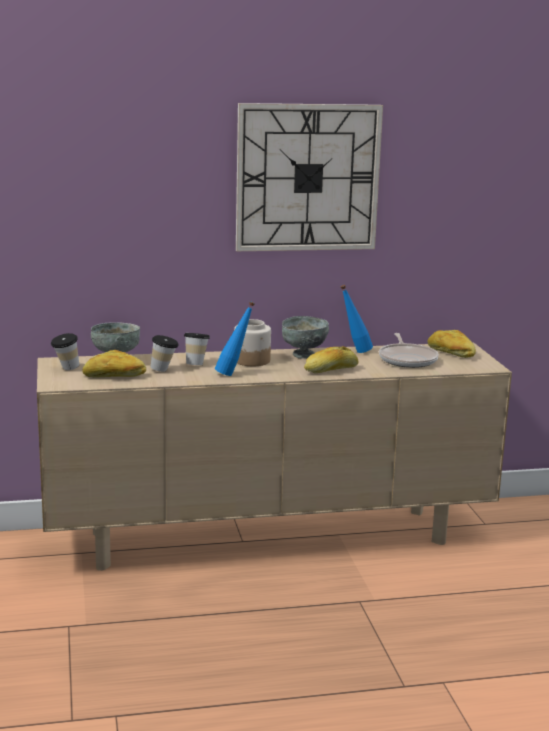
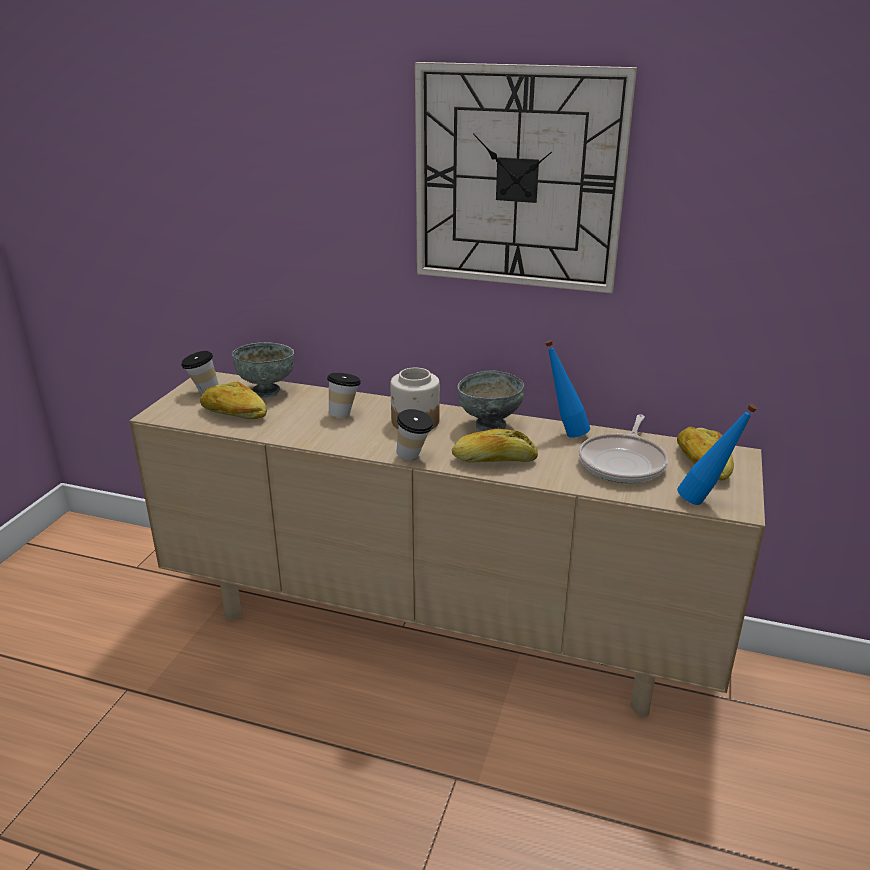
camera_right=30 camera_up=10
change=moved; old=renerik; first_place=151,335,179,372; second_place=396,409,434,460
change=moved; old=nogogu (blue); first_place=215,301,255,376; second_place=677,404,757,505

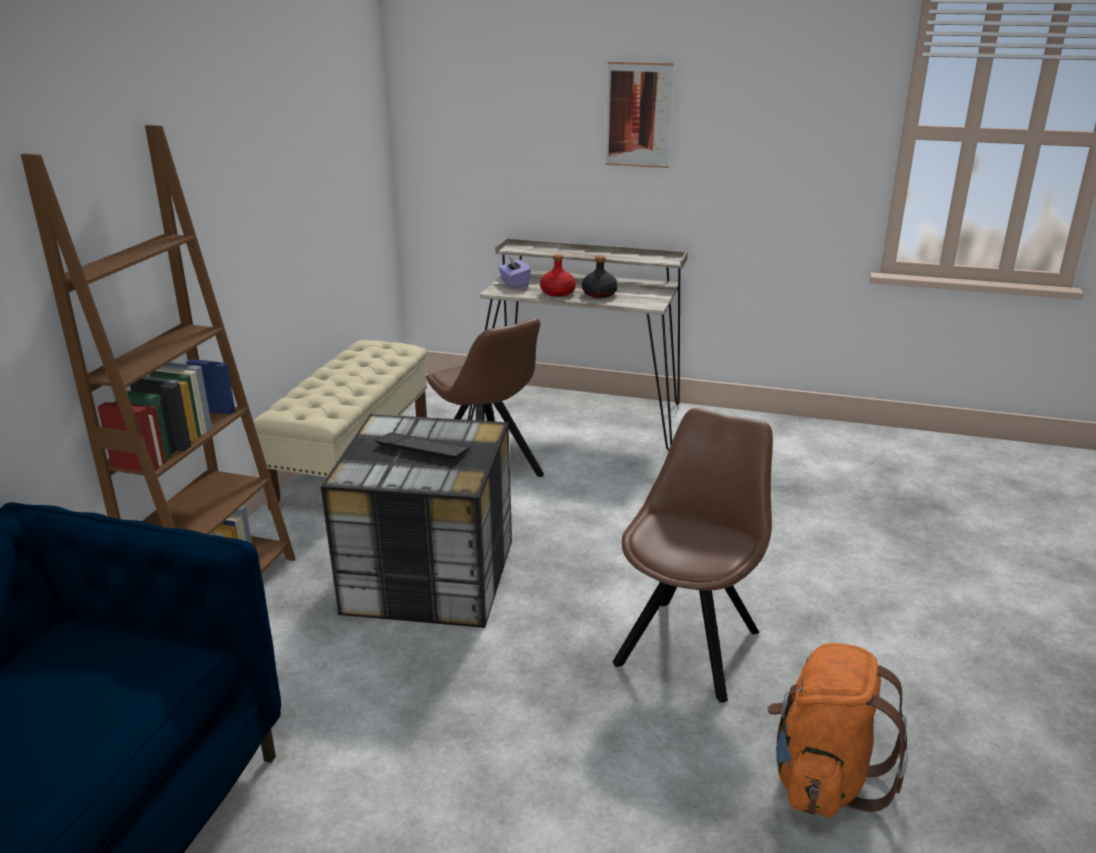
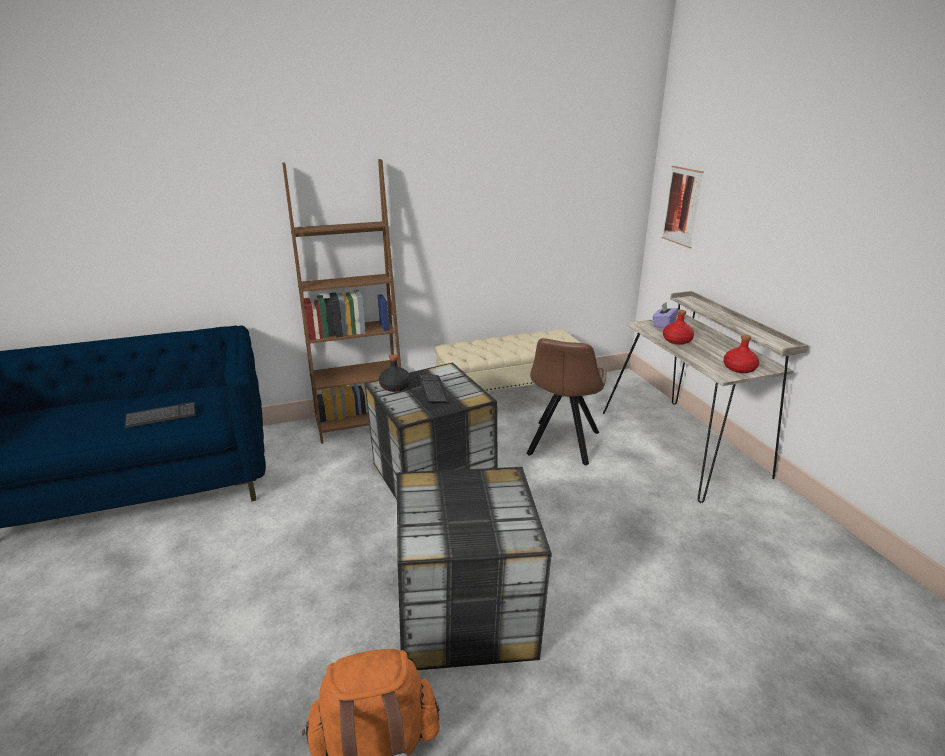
camera_right=55 camera_up=0
change=added; new=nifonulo; second_place=125,402,196,428
change=added; new=nogogu (red); second_place=723,335,759,373
change=moved; old=nogogu (black); first_place=582,256,618,298; second_place=379,354,411,392
change=moved; old=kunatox; first_place=605,62,674,168; second_place=662,166,704,248
change=replaced; old=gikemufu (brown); new=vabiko; first_place=613,408,773,703; second_place=397,467,552,670

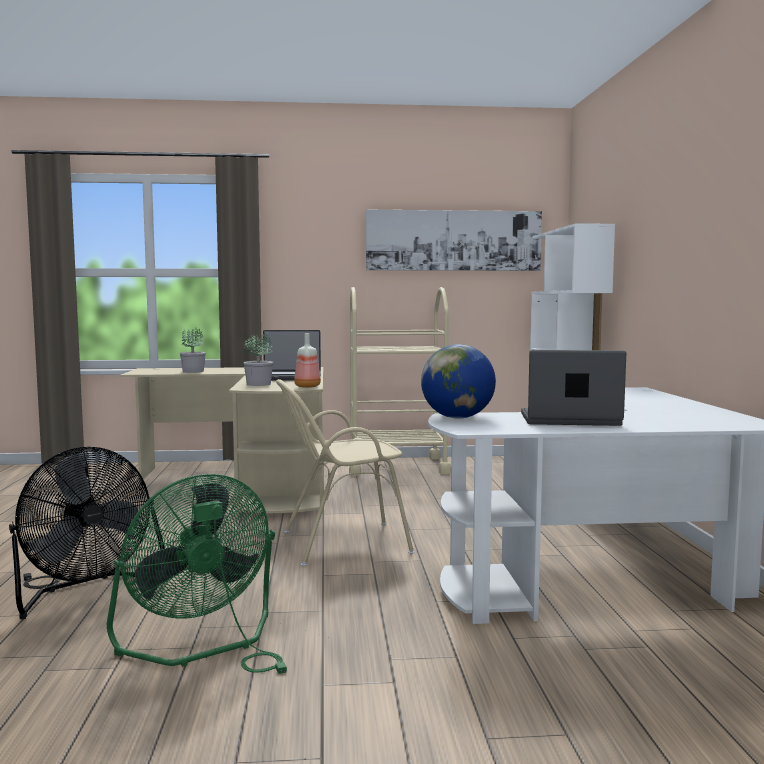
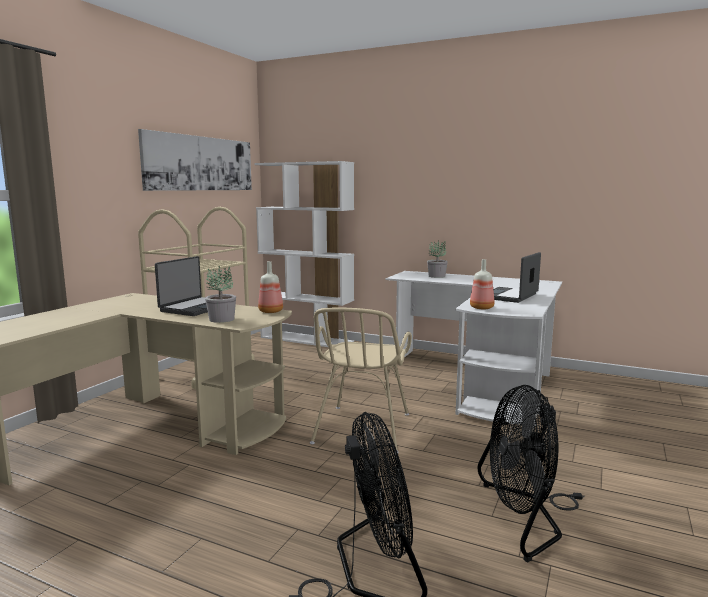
camera_right=-60 camera_up=5
change=moved; old=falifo; first_place=180,327,206,373; second_place=427,240,448,278
change=replaced; old=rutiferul; new=nogogu; first_place=421,344,496,418; second_place=470,259,494,309
change=recoloured; old=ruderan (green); new=ruderan (black); first_place=107,474,287,674; second_place=478,385,585,563

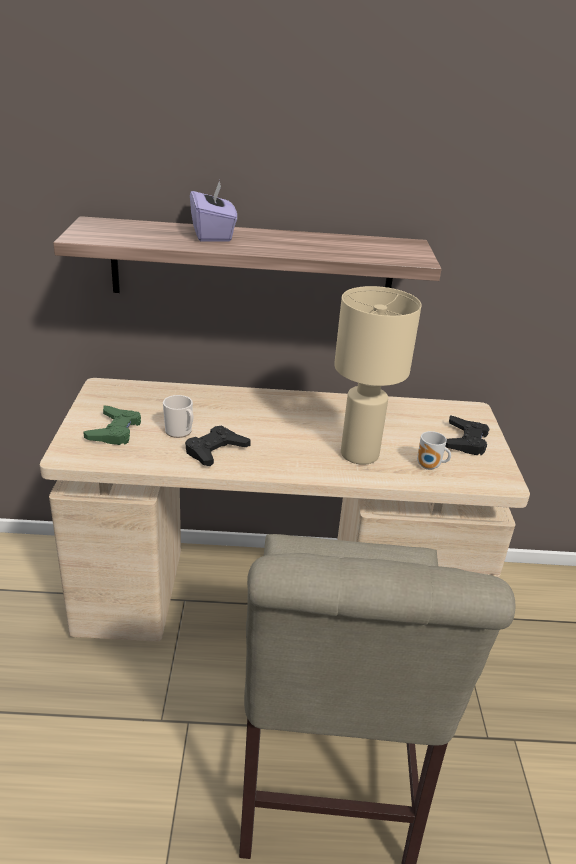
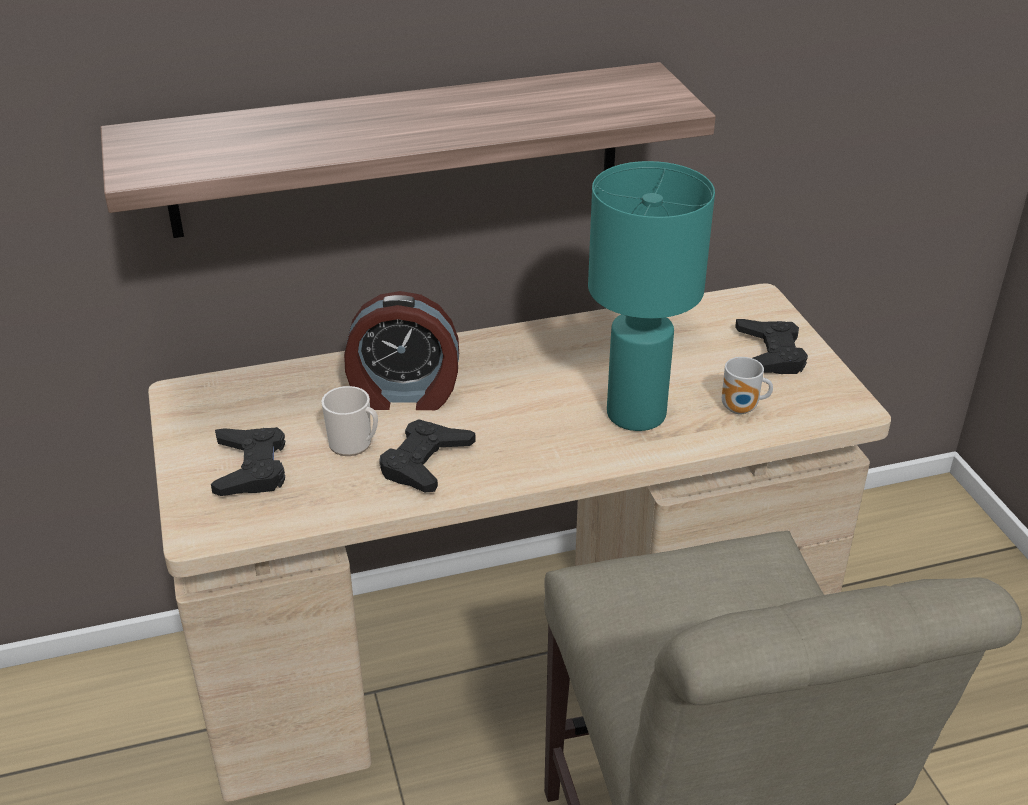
camera_right=-15 camera_up=5
change=removed; old=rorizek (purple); first_place=190,180,237,242
change=added; new=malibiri; second_place=344,291,459,410
change=recoloured; old=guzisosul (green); new=guzisosul (black); first_place=83,405,141,445; second_place=211,427,285,496
change=recoloured; old=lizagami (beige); new=lizagami (turquoise); first_place=334,286,422,465; second_place=588,161,715,431

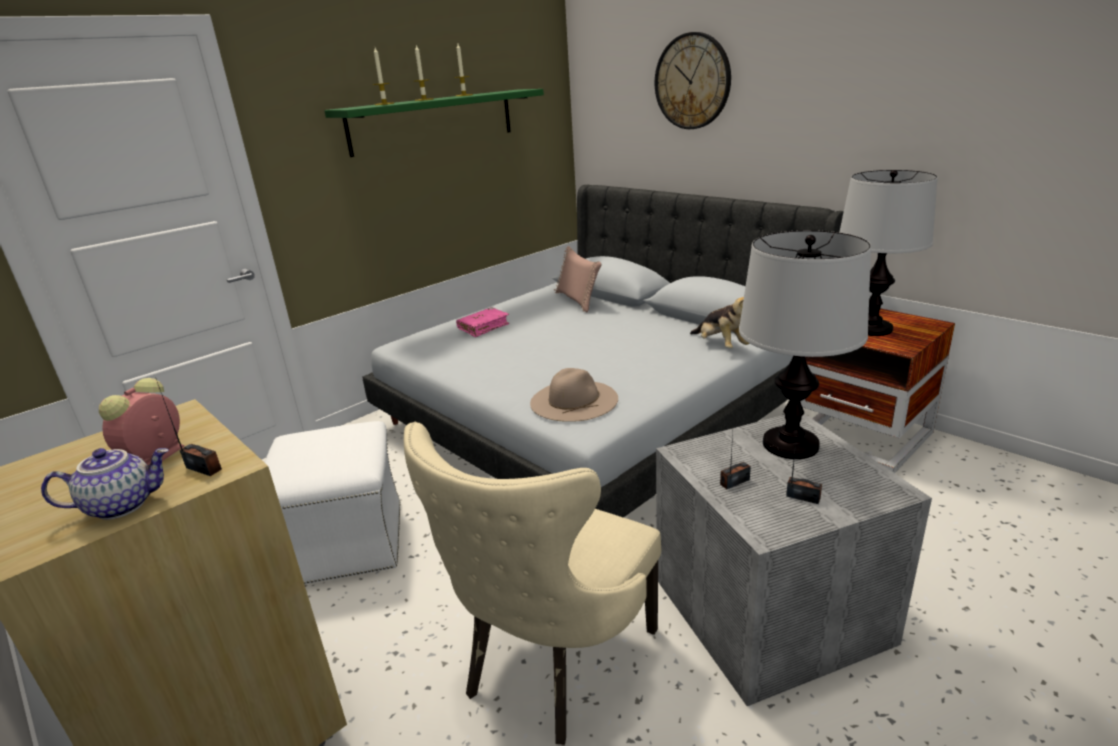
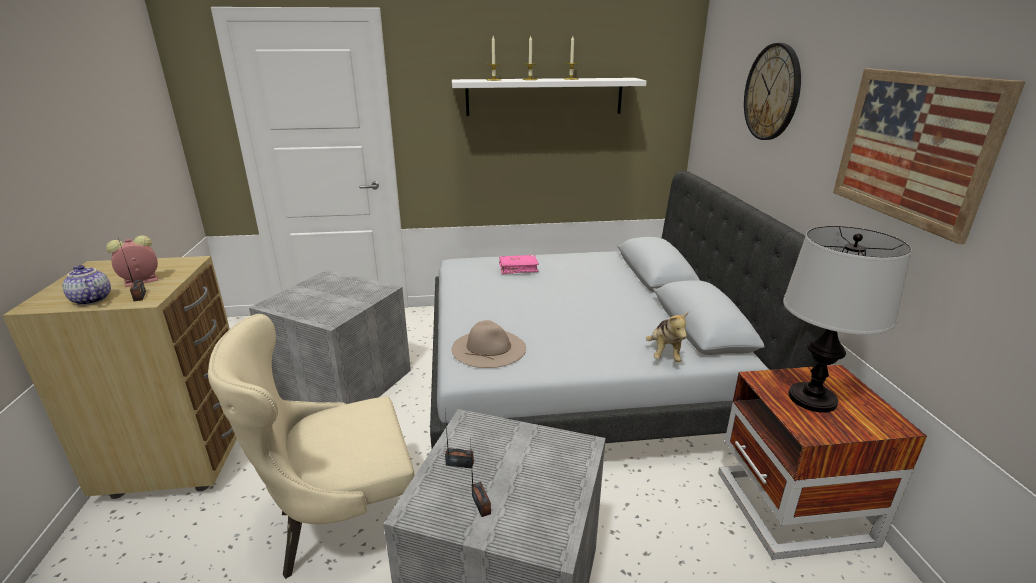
camera_right=35 camera_up=0
change=removed; old=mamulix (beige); first_place=554,246,602,312
change=removed; old=lizagami; first_place=739,230,871,459
change=added; new=kunatox; second_place=833,68,1026,244
change=replaced; old=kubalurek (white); new=vabiko (grey); first_place=264,421,400,584; second_place=249,270,411,404
change=recoloured; old=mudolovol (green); new=mudolovol (white); first_place=324,89,544,157; second_place=452,78,647,116
change=turned; old=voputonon; first_place=41,448,169,520; second_place=62,265,111,305; degrees=-150

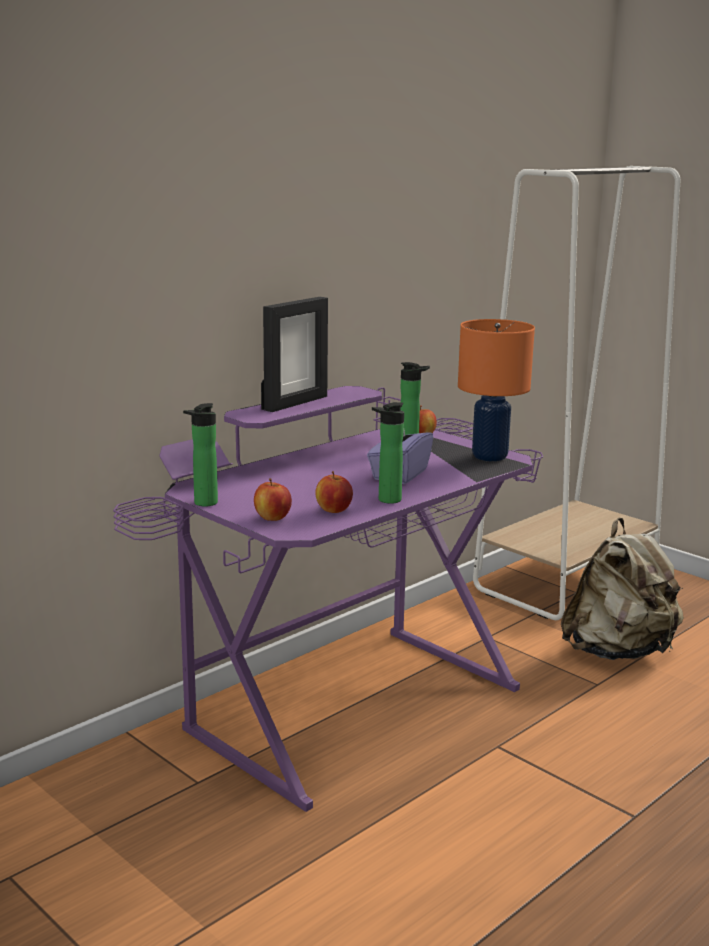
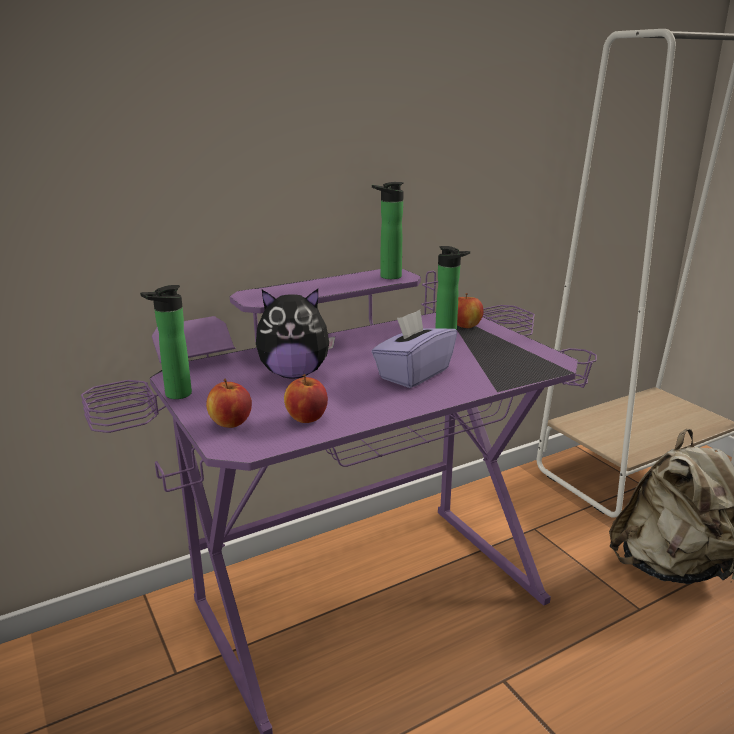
camera_right=15 camera_up=5
change=removed; old=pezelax; first_place=261,297,328,412
change=removed; old=lizagami (orange); first_place=458,319,535,461
change=added; new=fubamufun; second_place=256,289,335,379
change=moved; old=nogogu; first_place=372,402,404,504; second_place=372,182,404,279

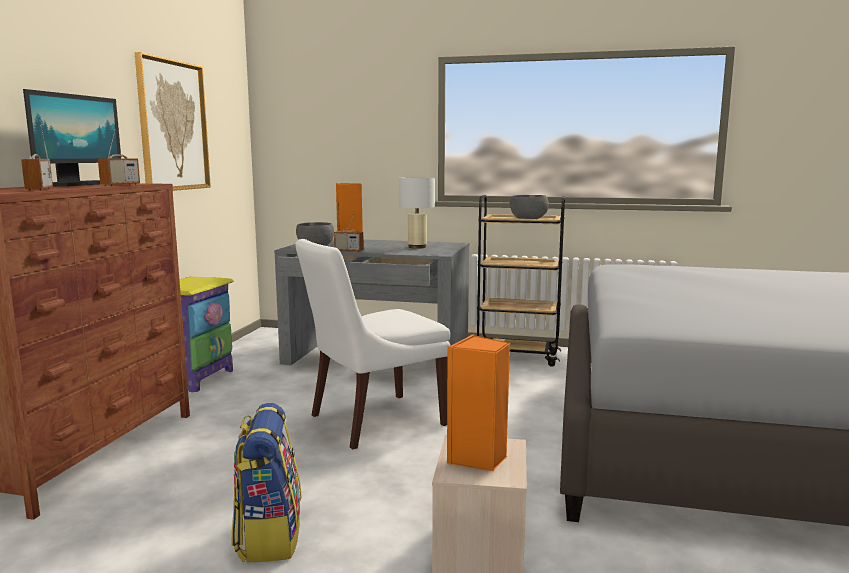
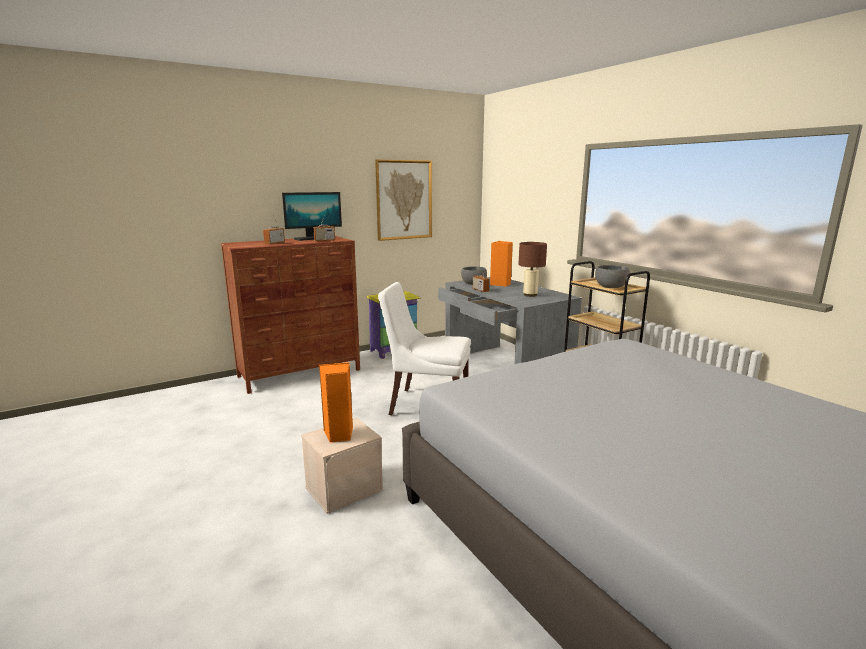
camera_right=45 camera_up=5
change=removed; old=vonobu; first_place=232,403,301,562
change=recoloured; old=lizagami (white); new=lizagami (brown); first_place=399,177,435,249; second_place=519,242,547,297

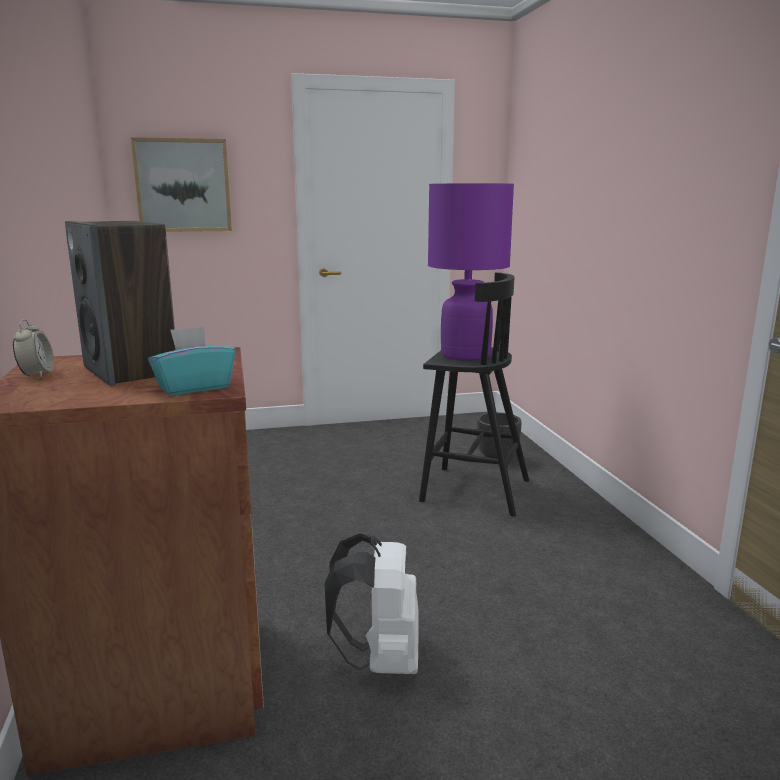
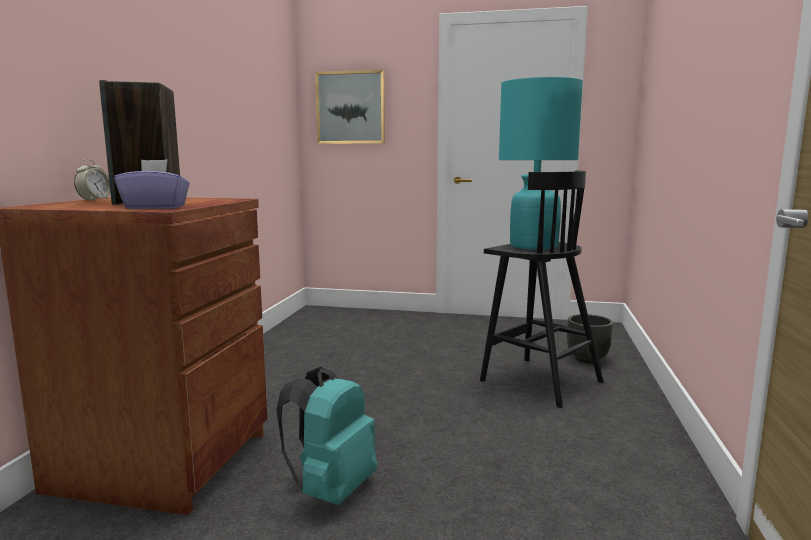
camera_right=25 camera_up=-5
change=recoloured; old=rorizek (turquoise); new=rorizek (purple); first_place=148,326,236,396; second_place=114,159,190,209
change=recoloured; old=vonobu (white); new=vonobu (turquoise); first_place=324,533,419,674; second_place=276,367,377,505
change=recoloured; old=lizagami (purple); new=lizagami (turquoise); first_place=428,183,514,361; second_place=499,77,583,250

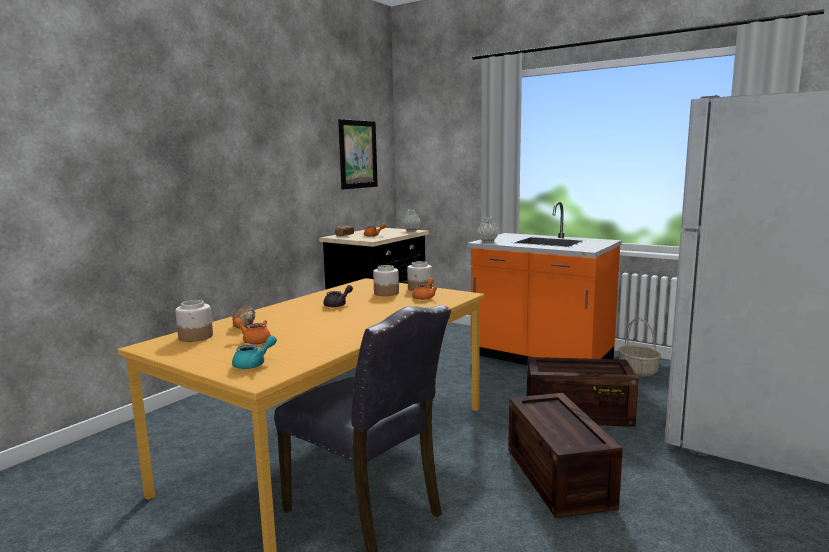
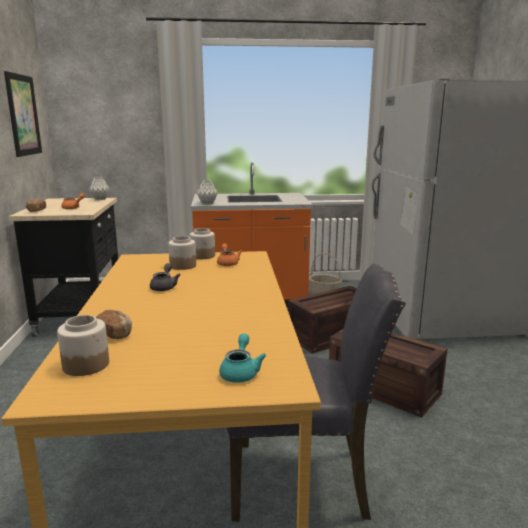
camera_right=-40 camera_up=5
change=removed; old=voputonon (orange); first_place=233,318,271,344

